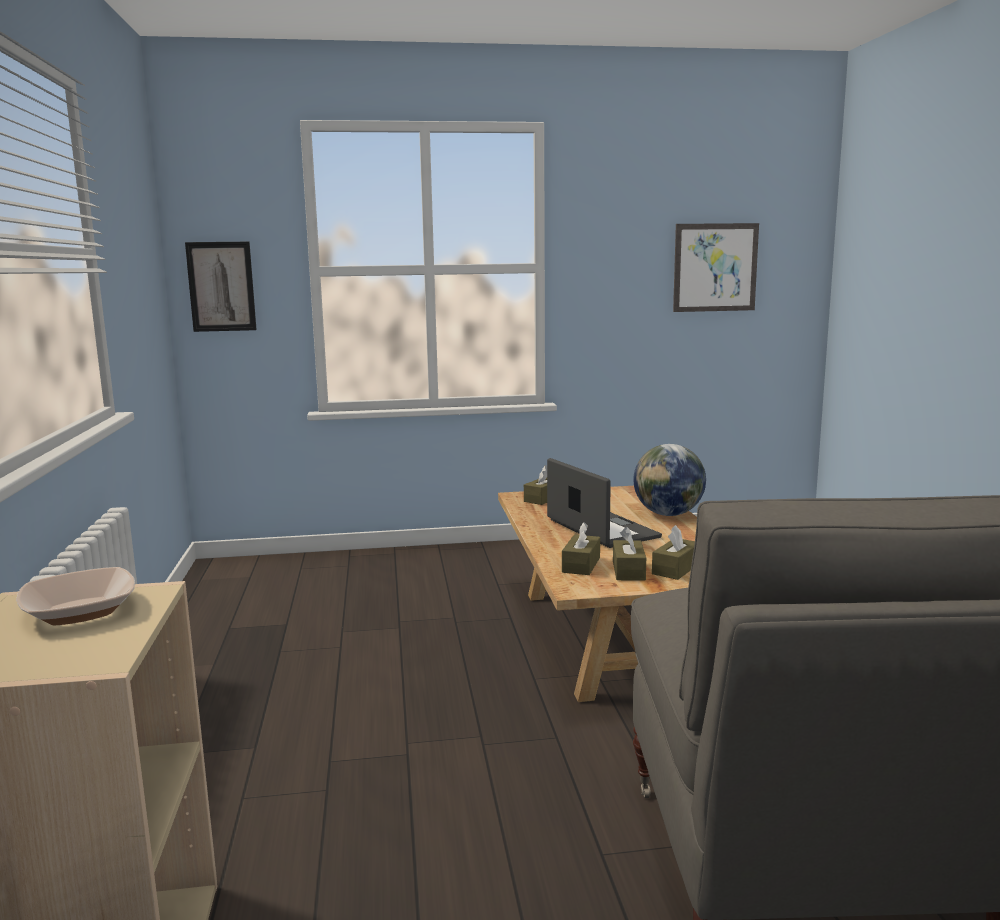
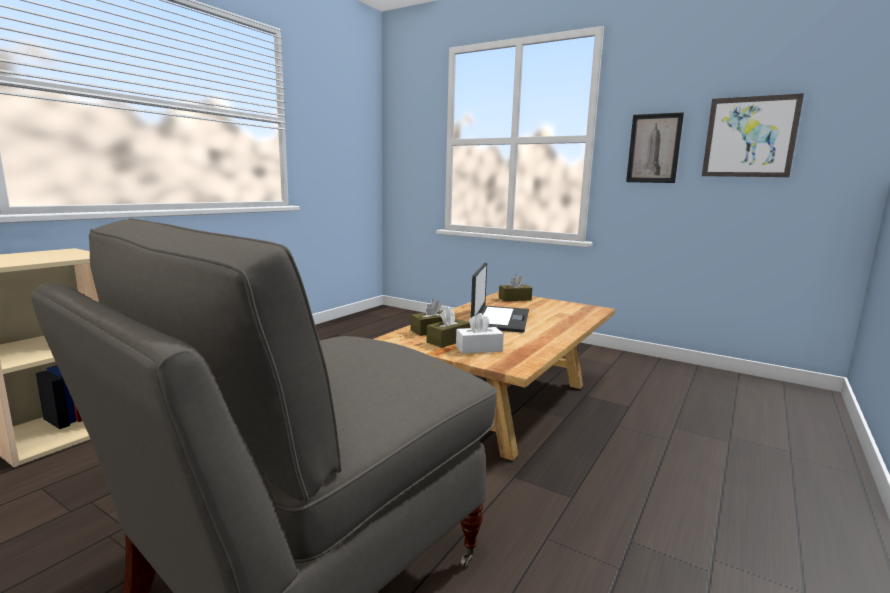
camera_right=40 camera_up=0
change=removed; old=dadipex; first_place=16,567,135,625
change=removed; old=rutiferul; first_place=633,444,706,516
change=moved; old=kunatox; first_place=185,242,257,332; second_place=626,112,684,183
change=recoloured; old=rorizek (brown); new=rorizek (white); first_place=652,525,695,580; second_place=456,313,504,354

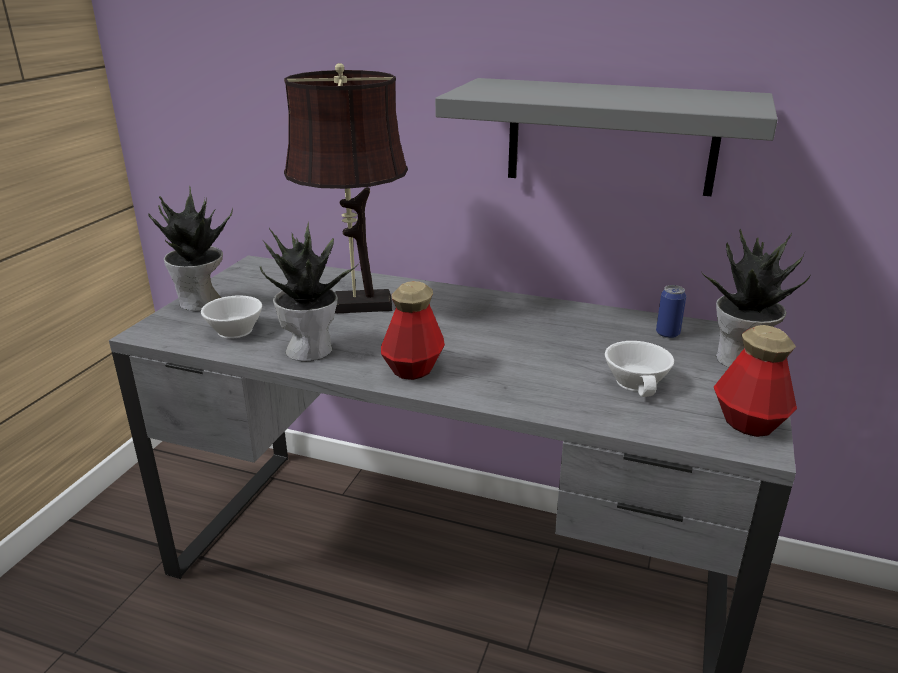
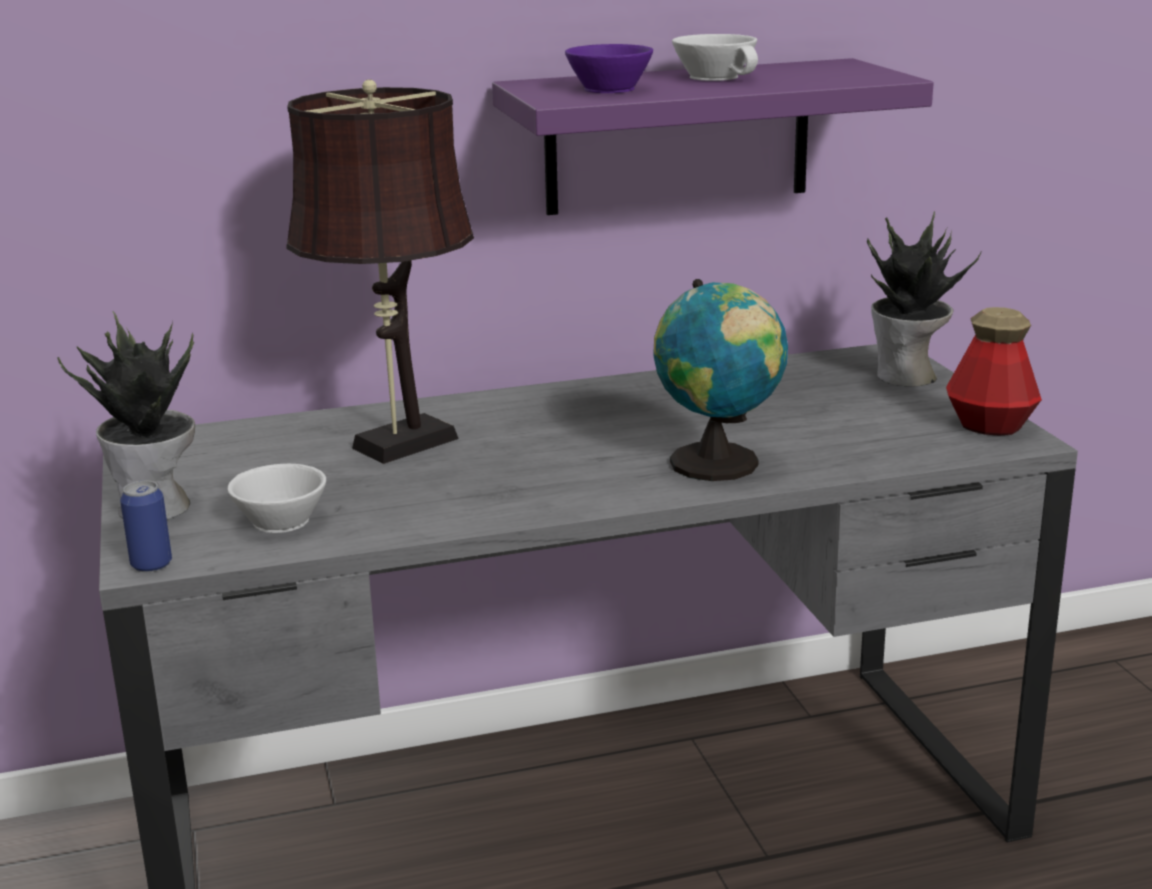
camera_right=-35 camera_up=-5
change=removed; old=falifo; first_place=260,222,359,361
change=removed; old=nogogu; first_place=381,281,445,380
change=added; new=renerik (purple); second_place=565,44,653,93
change=added; new=rutiferul; second_place=653,279,788,481
change=moved; old=renerik (white); first_place=605,341,674,397; second_place=672,34,758,81
change=moved; old=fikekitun; first_place=656,285,686,338; second_place=120,481,172,572
change=recoloured; old=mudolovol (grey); new=mudolovol (purple); first_place=435,78,778,196; second_place=492,58,933,215

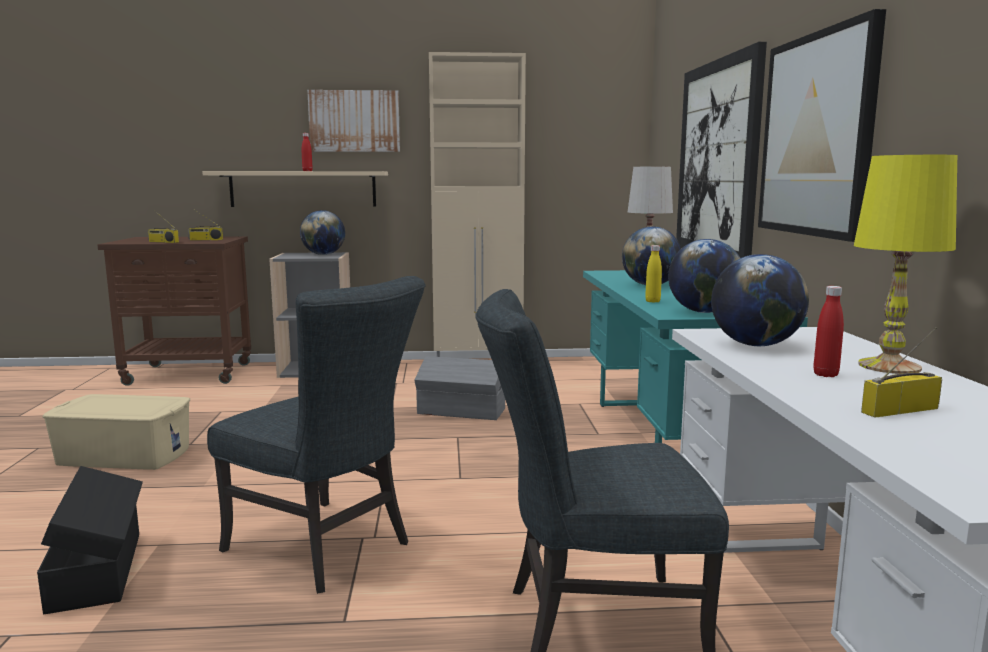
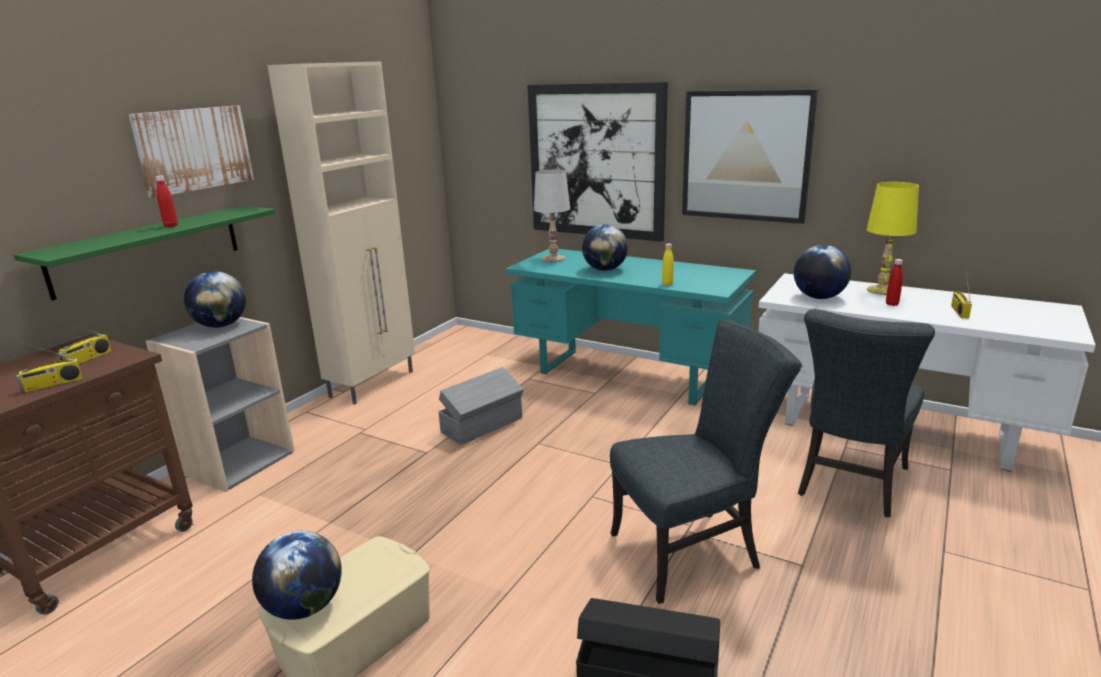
camera_right=-55 camera_up=10
change=moved; old=rutiferul; first_place=668,239,740,313; second_place=252,531,342,620
change=recoloured; old=mudolovol (beige); new=mudolovol (green); first_place=202,171,388,207; second_place=14,206,276,301

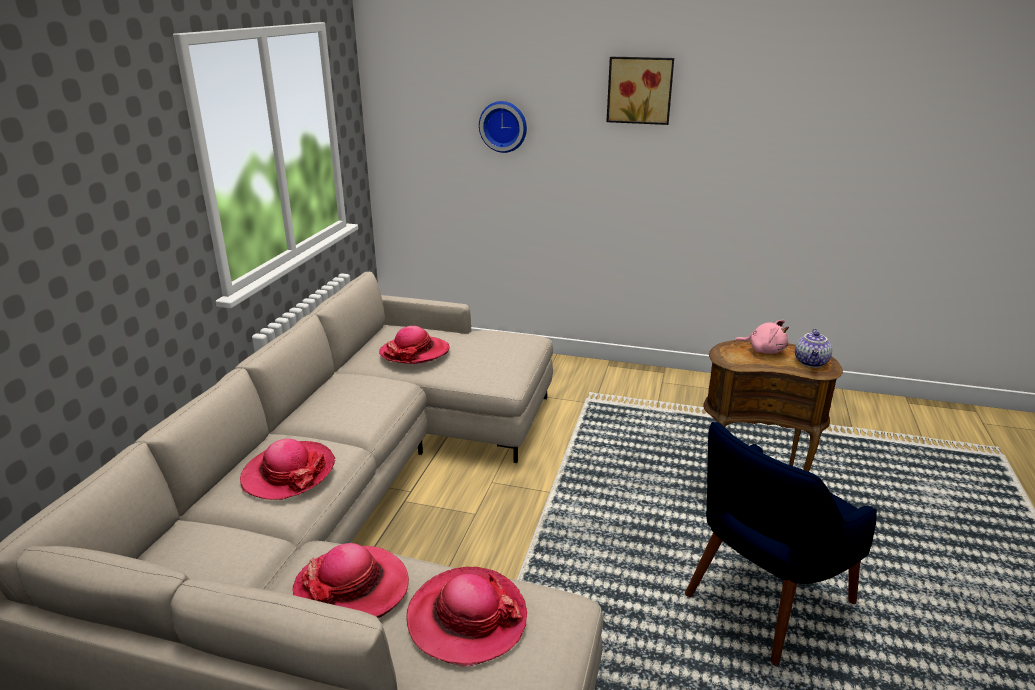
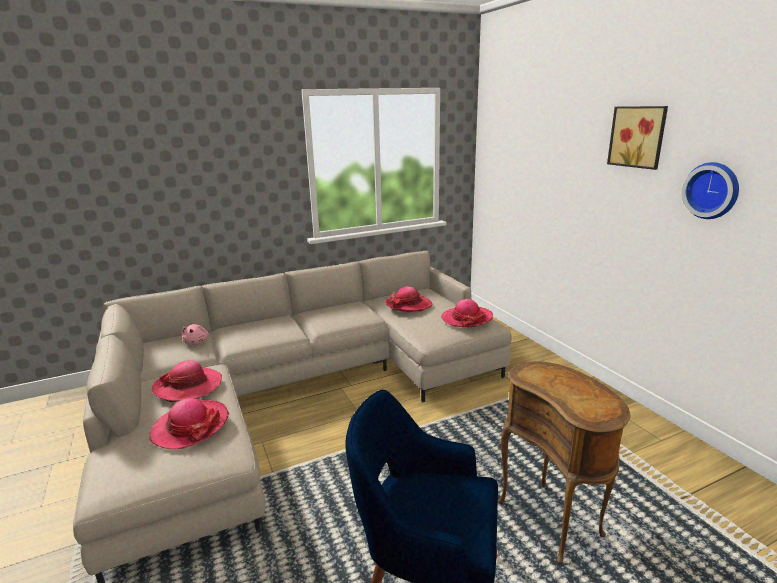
camera_right=50 camera_up=-5
change=removed; old=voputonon; first_place=795,329,832,368
change=moved; old=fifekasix; first_place=240,439,336,500; second_place=441,299,493,327
change=moved; old=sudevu; first_place=479,101,527,153; second_place=682,162,739,219
change=moved; old=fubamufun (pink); first_place=734,320,789,354; second_place=181,324,209,345

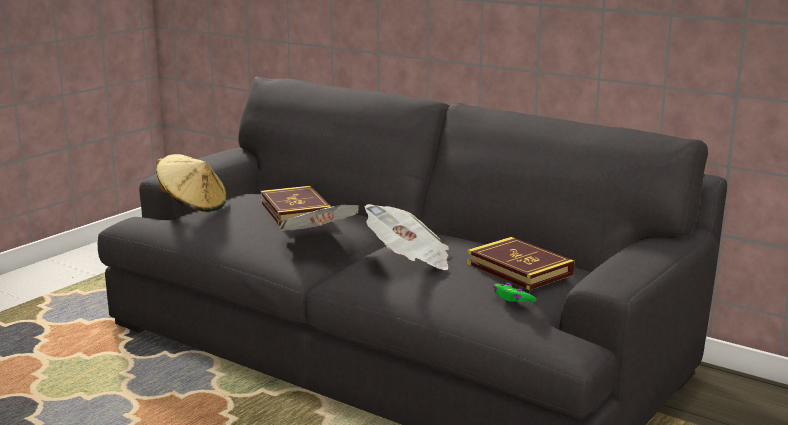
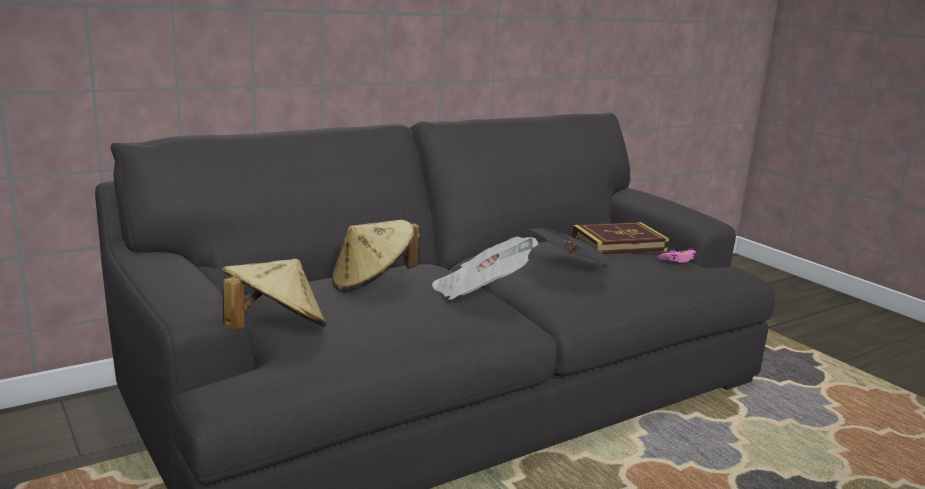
camera_right=-70 camera_up=0
change=replaced; old=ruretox; new=fifekasix (beige); first_place=261,186,331,225; second_place=332,220,420,293
change=recoloured; old=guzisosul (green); new=guzisosul (pink); first_place=493,283,536,302; second_place=658,248,697,263

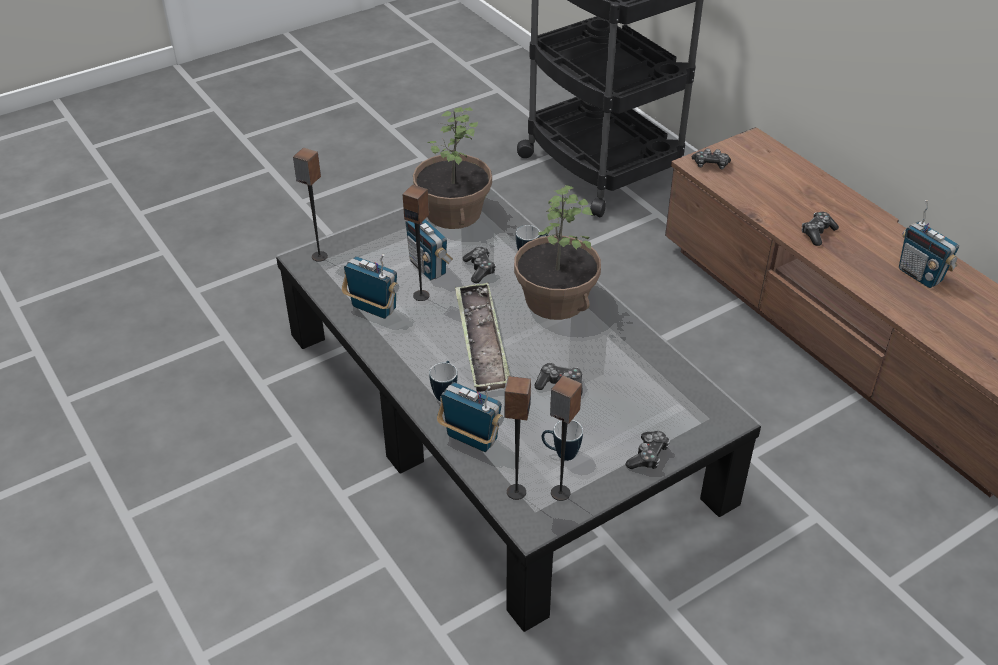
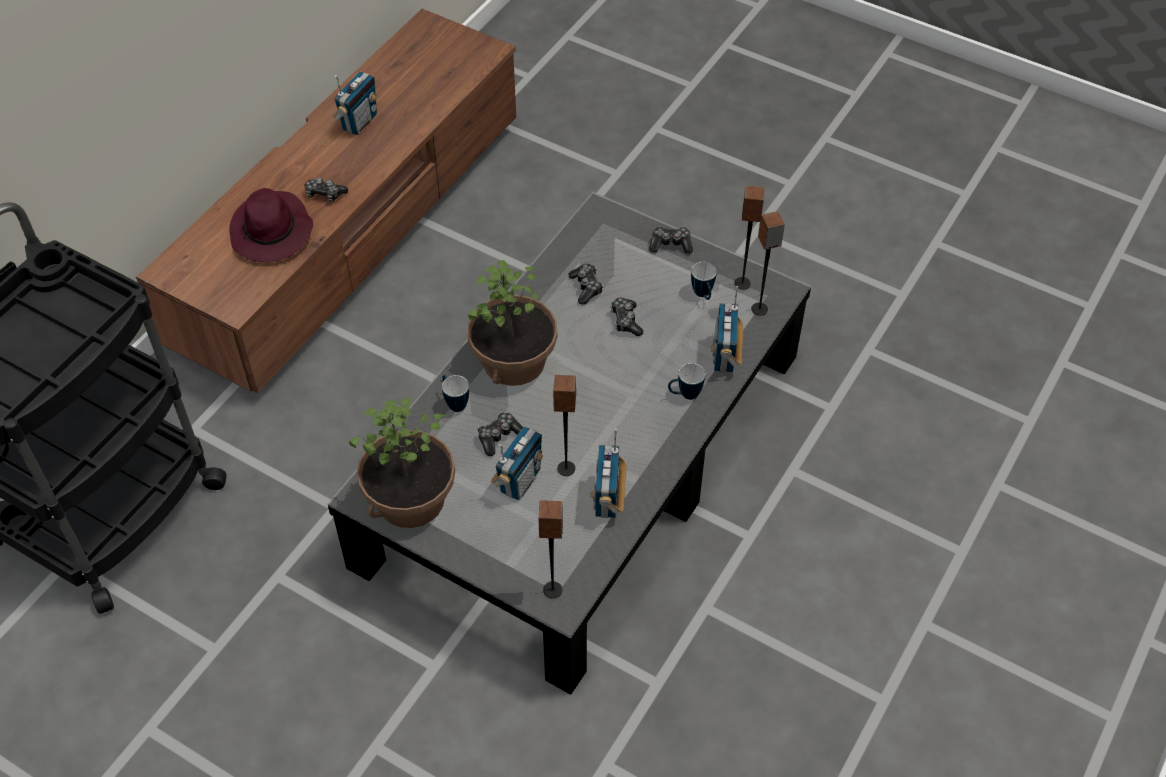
camera_right=-115 camera_up=10
change=removed; old=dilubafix; first_place=455,283,510,392
change=added; new=fifekasix (purple); second_place=229,188,313,262
change=moved; old=guzisosul; first_place=692,148,731,169; second_place=569,263,603,304

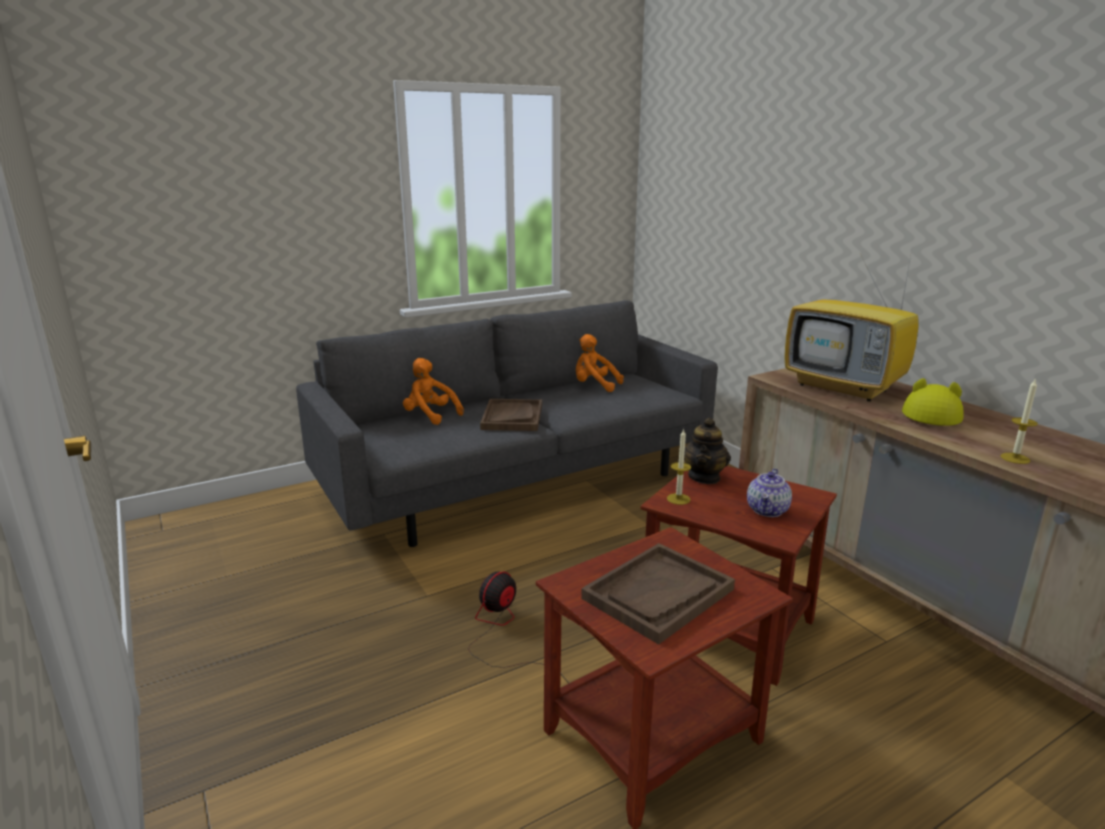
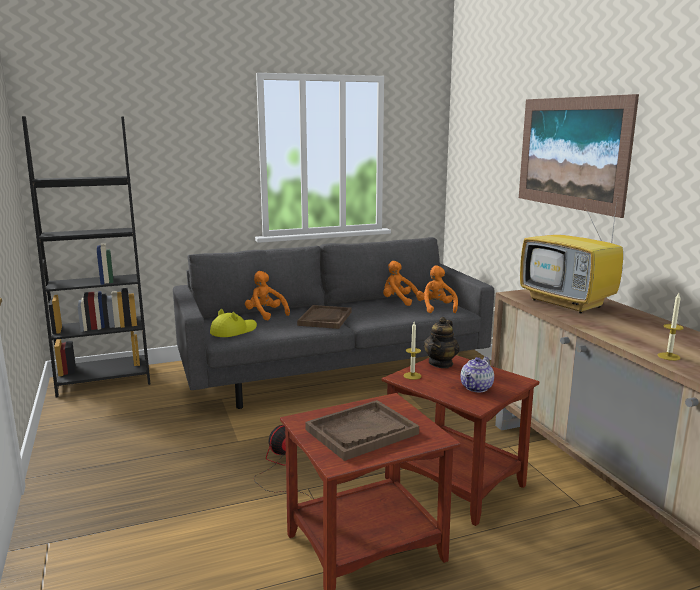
camera_right=10 camera_up=-5
change=added; new=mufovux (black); second_place=22,116,150,398
change=added; new=fubamufun (orange); second_place=417,265,458,313
change=added; new=kunatox; second_place=519,94,639,218
change=moved; old=fifekasix (yellow); first_place=902,378,964,426; second_place=210,309,257,337

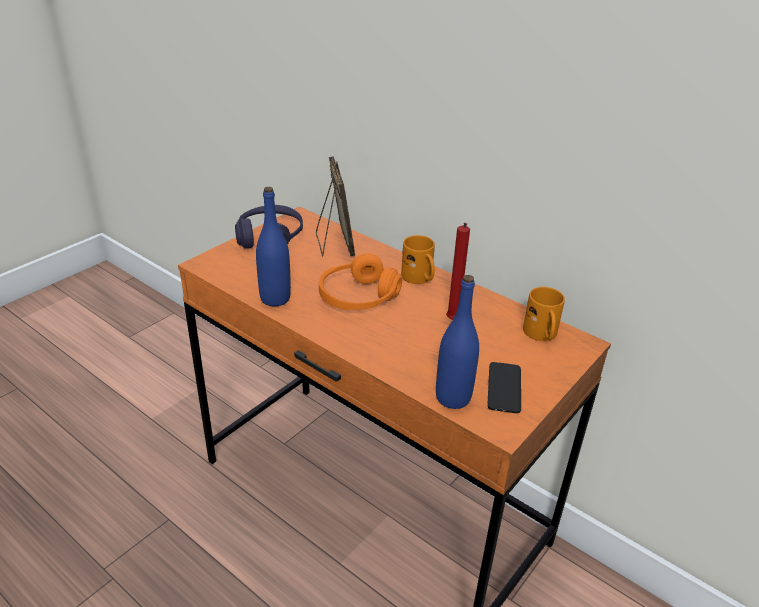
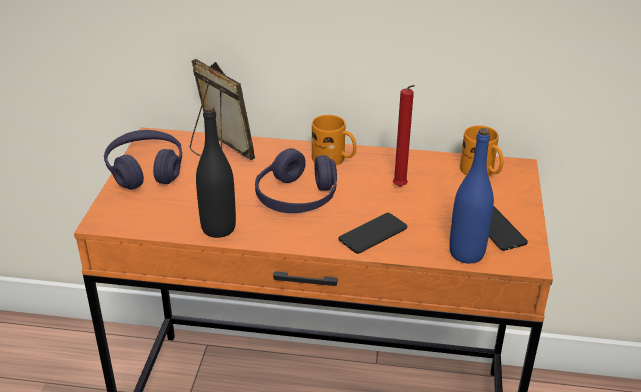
camera_right=-30 camera_up=0
change=added; new=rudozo; second_place=339,213,407,254
change=recoloured; old=nogogu (blue); new=nogogu (black); first_place=256,187,291,306; second_place=196,105,236,238
change=recoloured; old=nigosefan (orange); new=nigosefan (purple); first_place=319,253,402,310; second_place=255,148,337,213

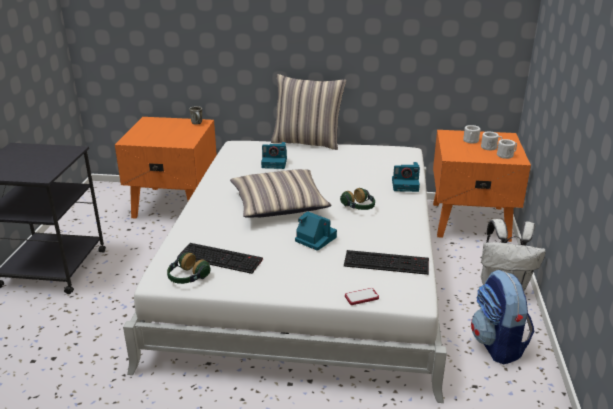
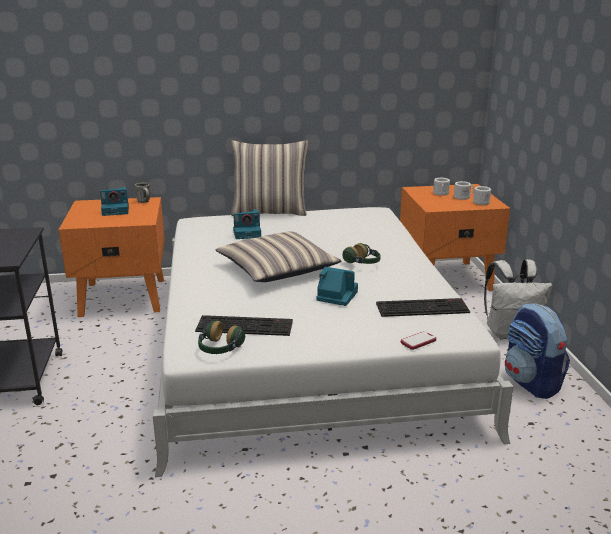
camera_right=-15 camera_up=-5
change=moved; old=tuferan; first_place=392,162,420,192; second_place=100,187,129,216

